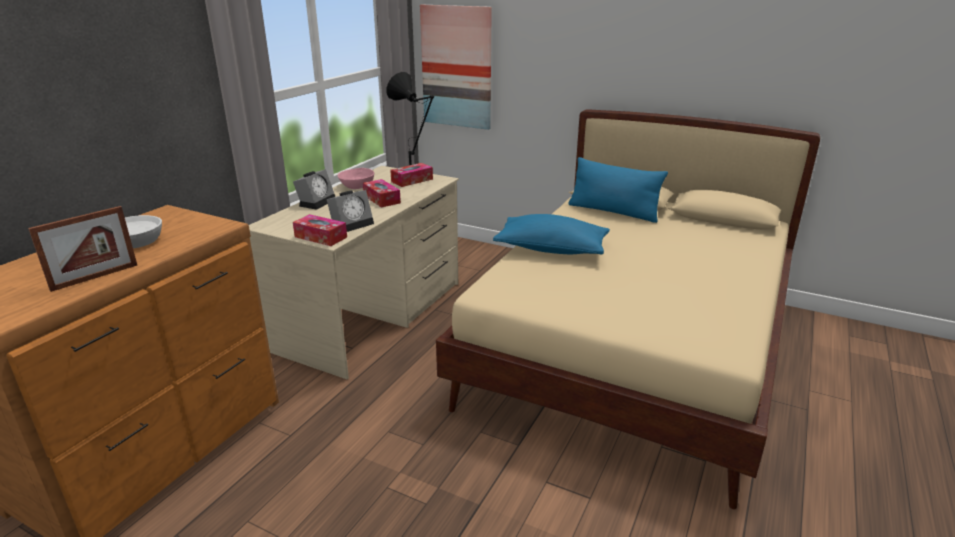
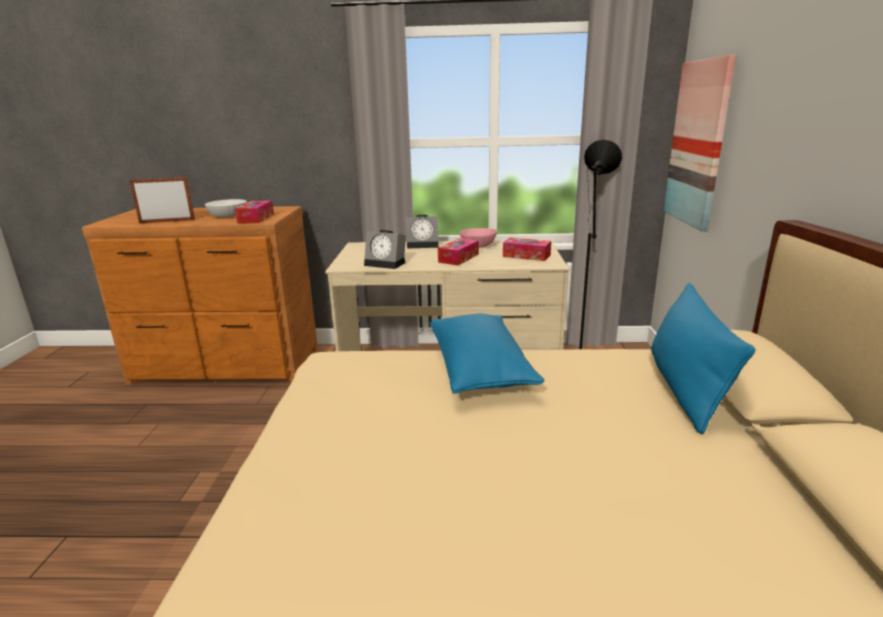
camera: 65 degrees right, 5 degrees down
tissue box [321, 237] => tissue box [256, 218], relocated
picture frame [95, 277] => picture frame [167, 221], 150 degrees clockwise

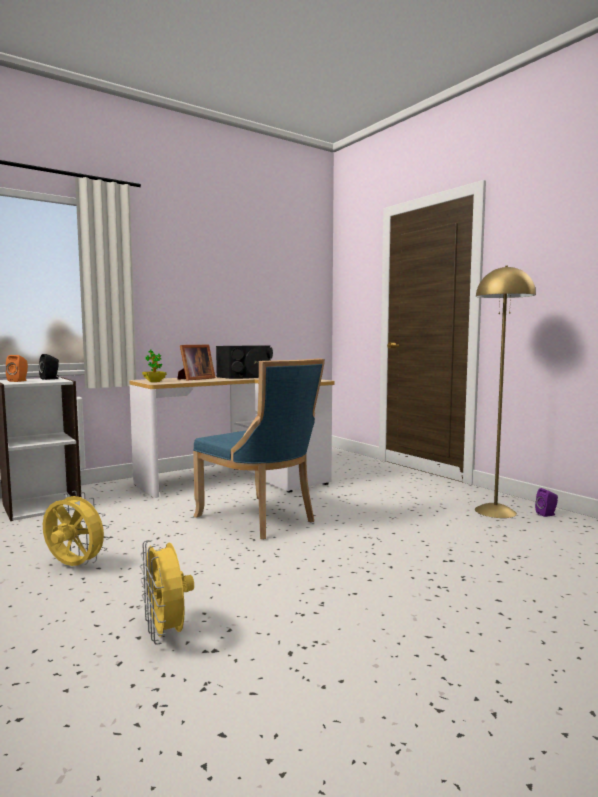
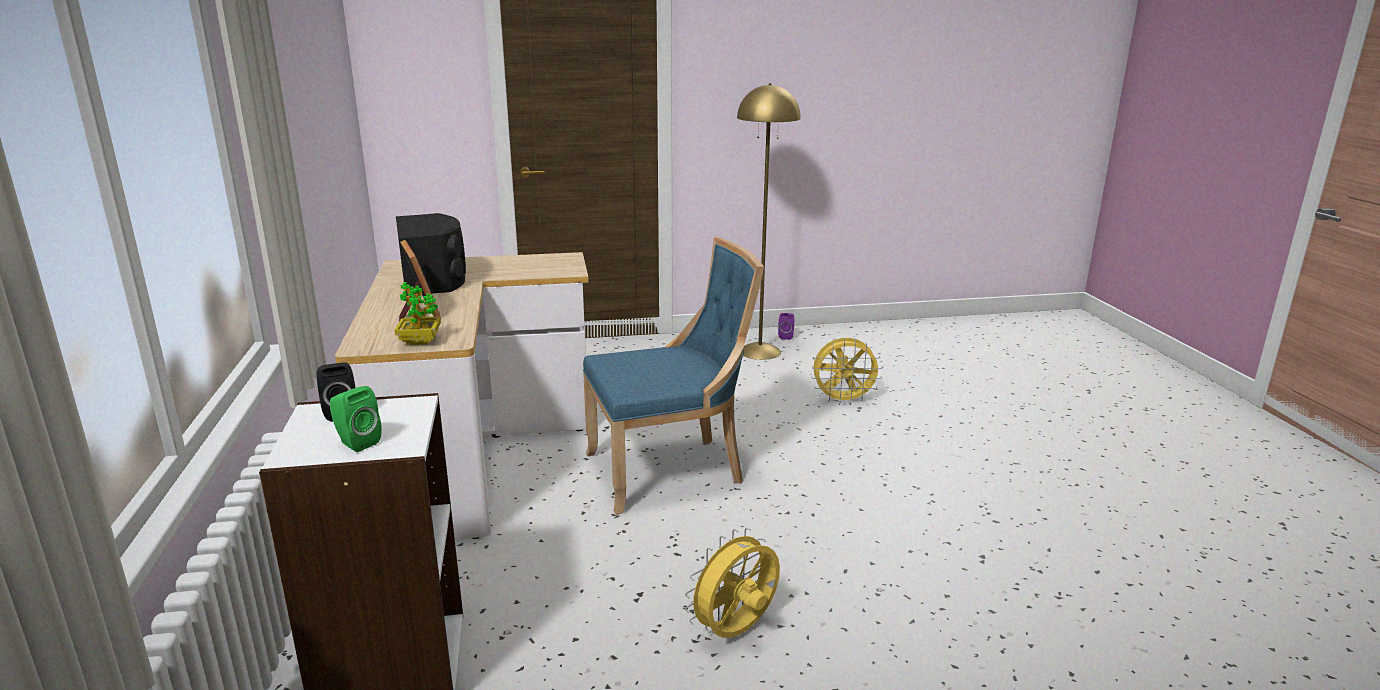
camera: 65 degrees left, 15 degrees up
yellow fan [166, 634] => yellow fan [843, 400], relocated
orange speaker [19, 381] => green speaker [356, 442]

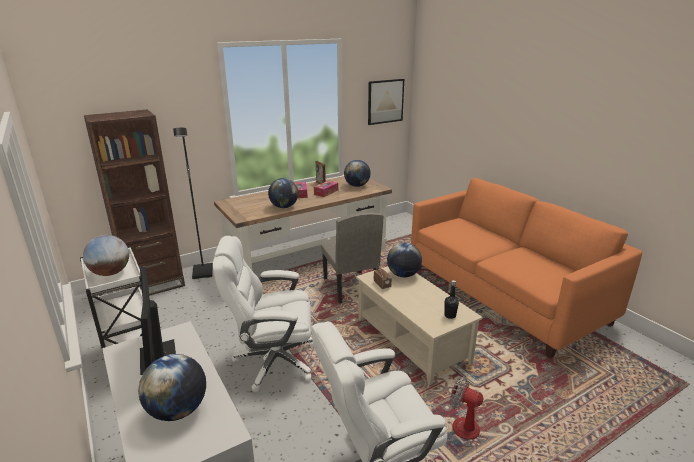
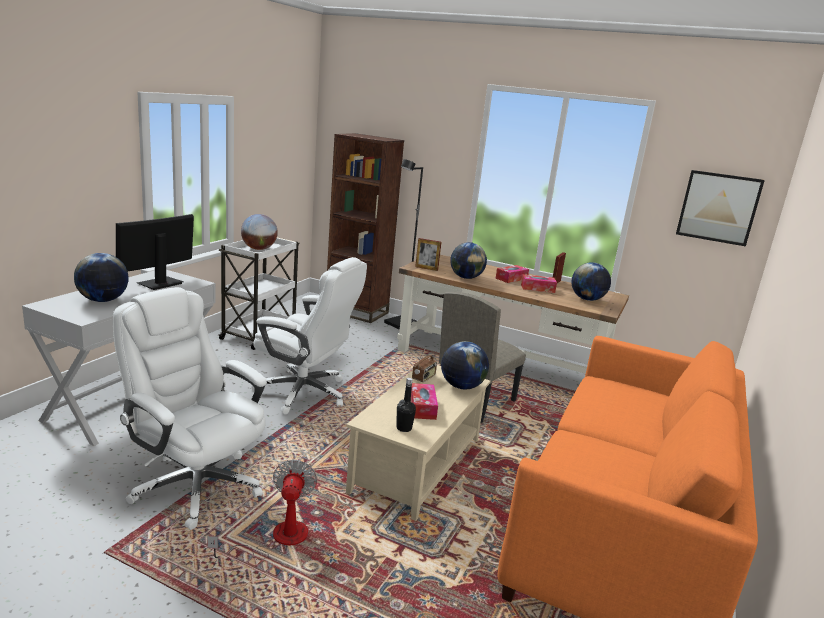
camera: 55 degrees right, 5 degrees down
nothing => tissue box [422, 407]
nothing => picture frame [426, 268]
white office chair [273, 361] => white office chair [304, 392], 150 degrees clockwise

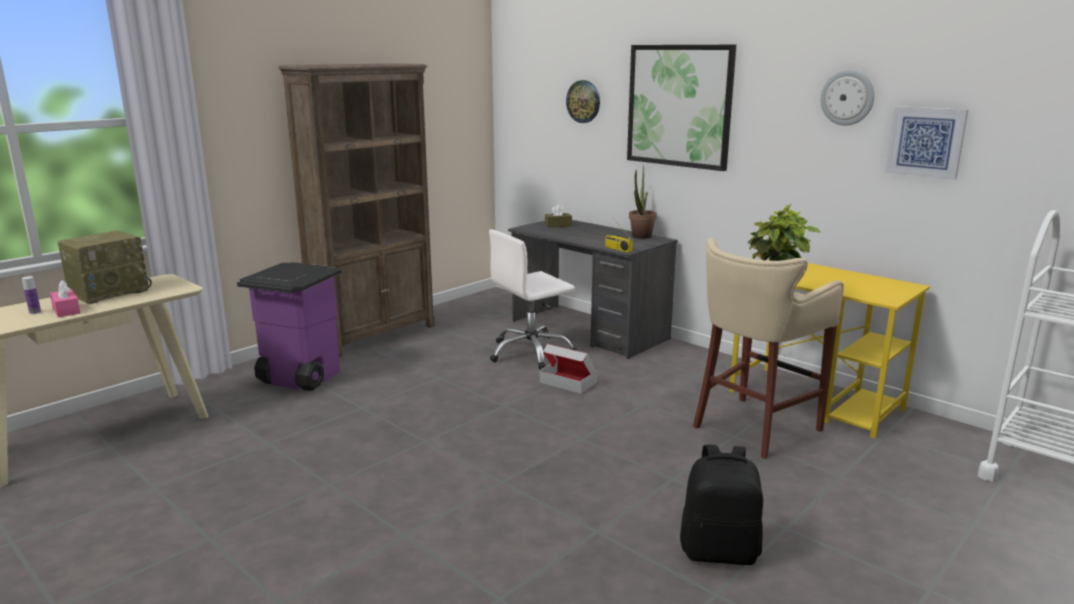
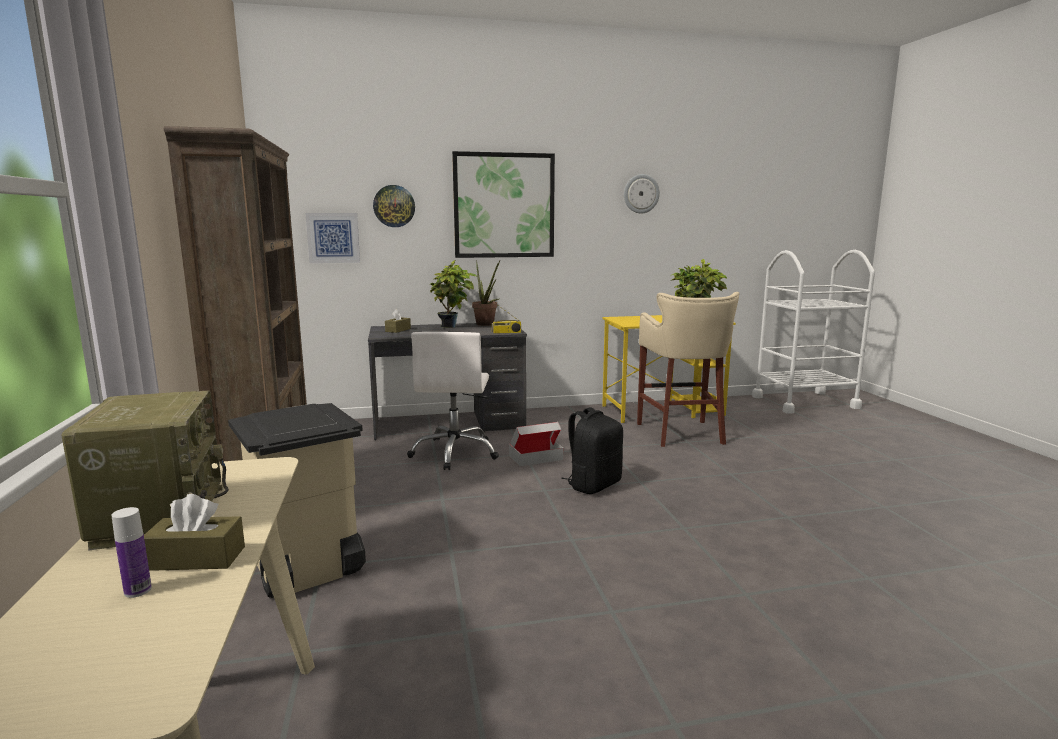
camera: 55 degrees left, 5 degrees down
nothing => potted plant [452, 327]
black backpack [719, 551] => black backpack [593, 485], relocated
picture [925, 142] => picture [333, 238], relocated
pink tissue box [66, 310] => brown tissue box [196, 558]
purple trash can [299, 378] => beige trash can [307, 571]

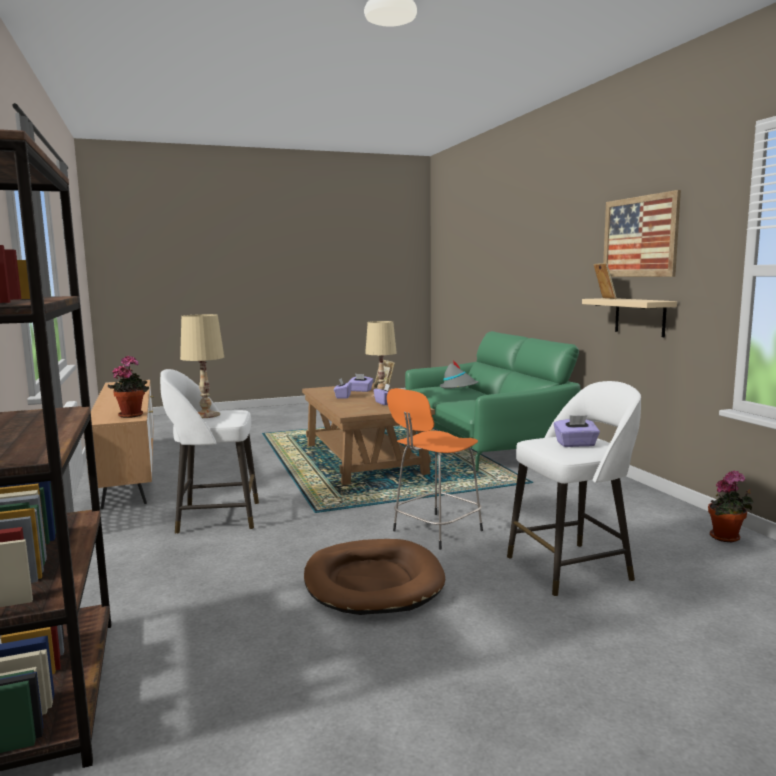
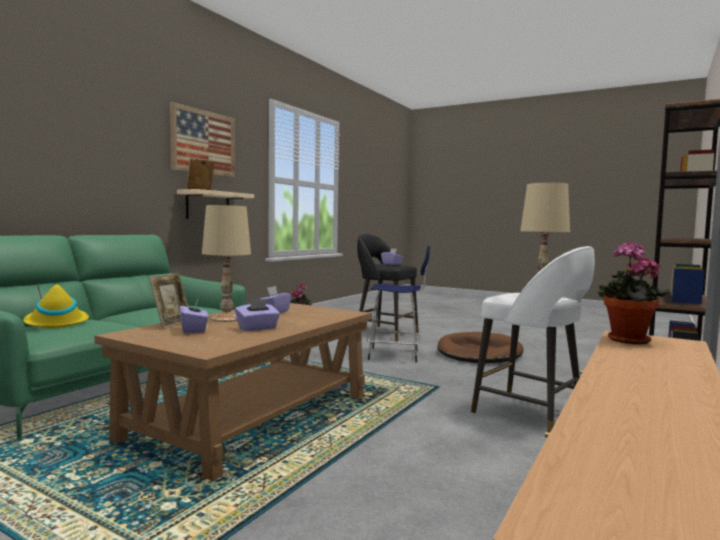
camera: 130 degrees left, 5 degrees down
orange stool [435, 531] => blue stool [396, 355]
grey hat [458, 387] => yellow hat [56, 322]
white stool [572, 568] => black stool [385, 333]

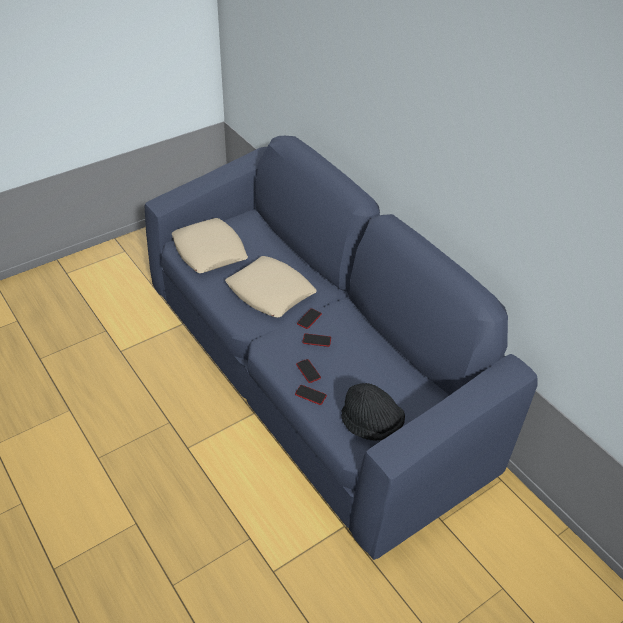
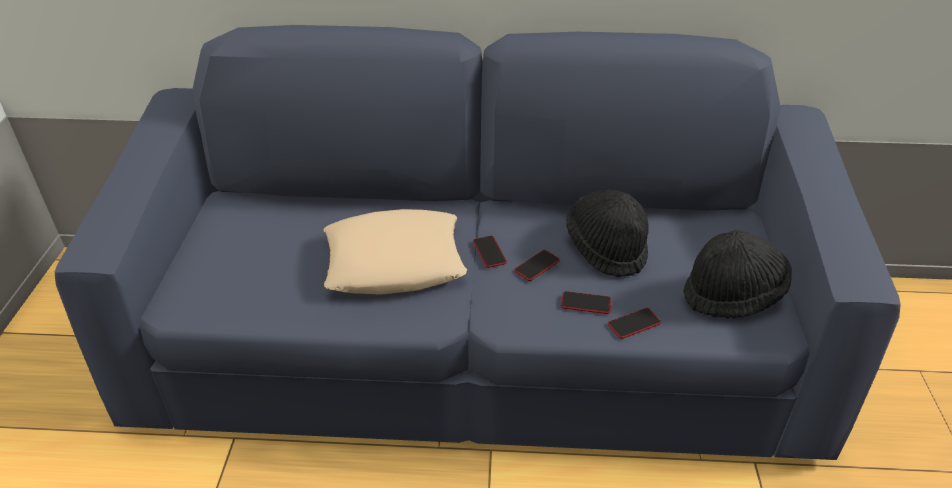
camera: 50 degrees left, 5 degrees down
beige pillow [209, 251] => nothing
nothing => black hat [606, 248]

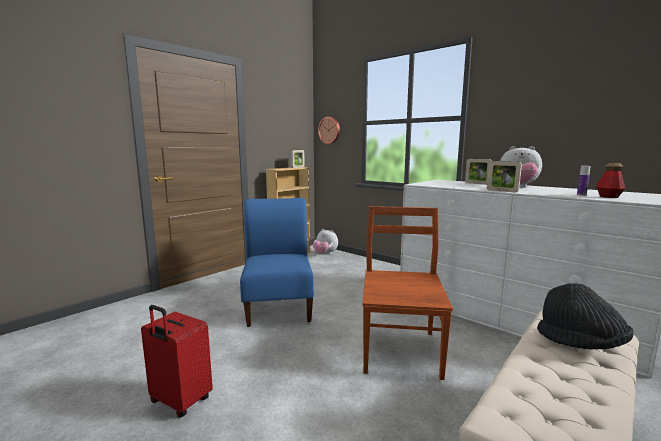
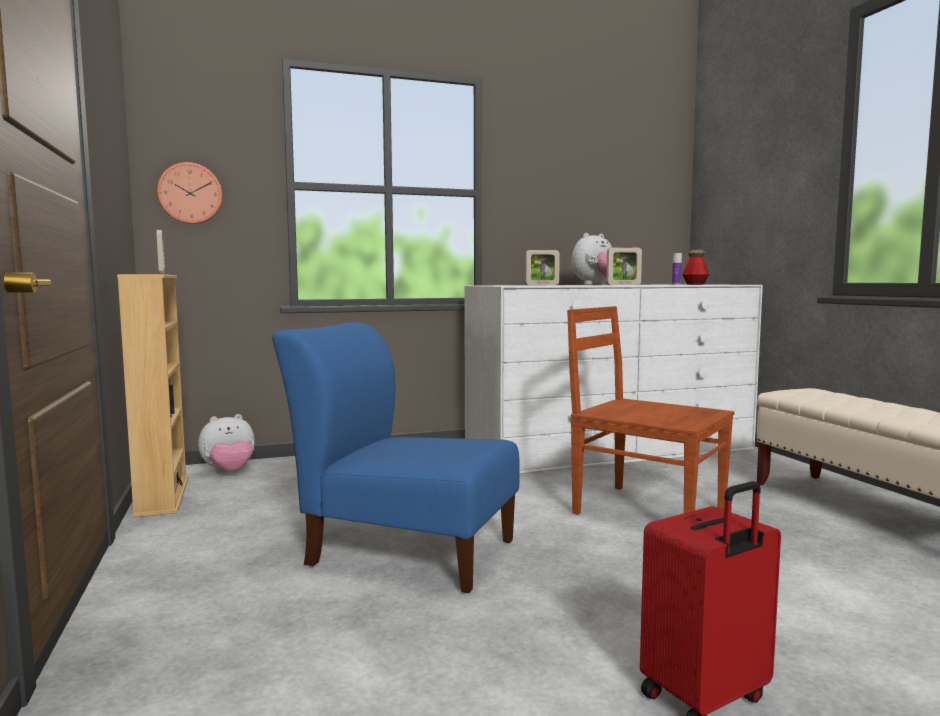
camera: 60 degrees left, 5 degrees down
black hat [580, 344] => nothing

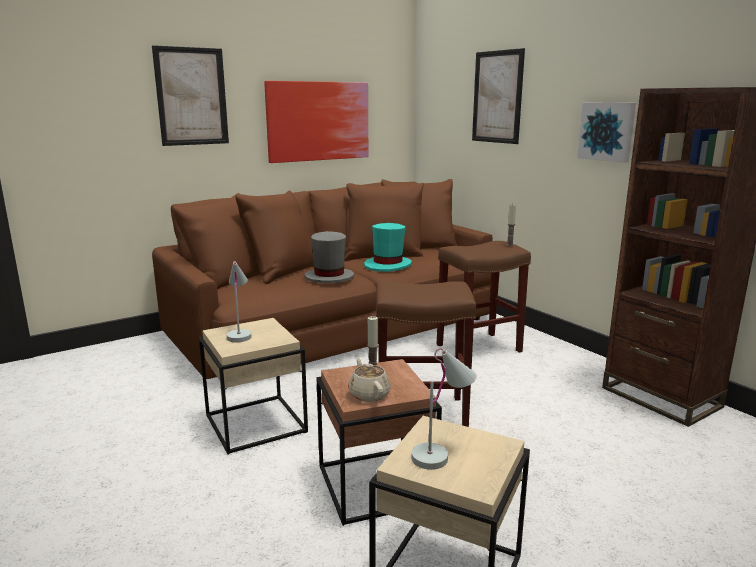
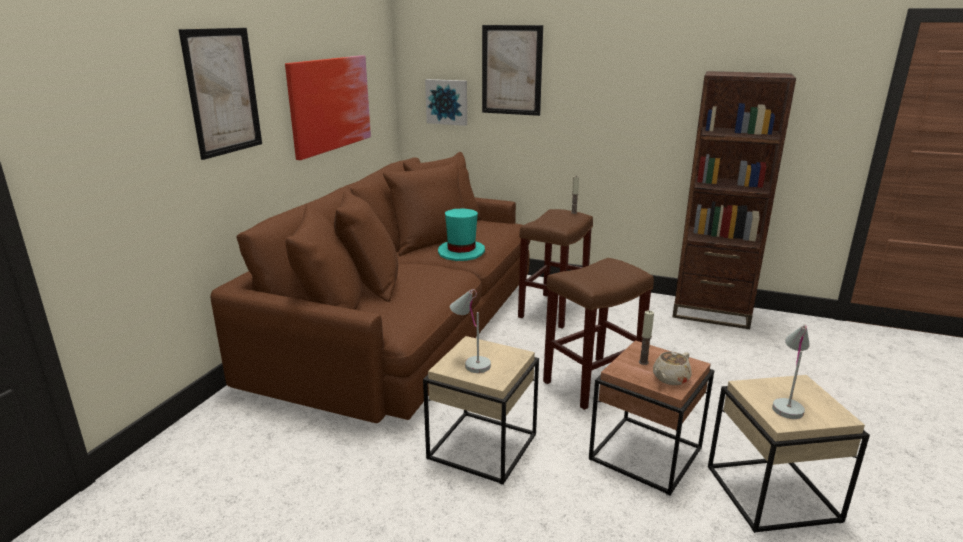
camera: 35 degrees left, 5 degrees up
grey hat [329, 277] => nothing
picture [607, 131] => picture [447, 102], relocated
beige teapot [369, 394] => beige teapot [670, 378], 75 degrees counterclockwise

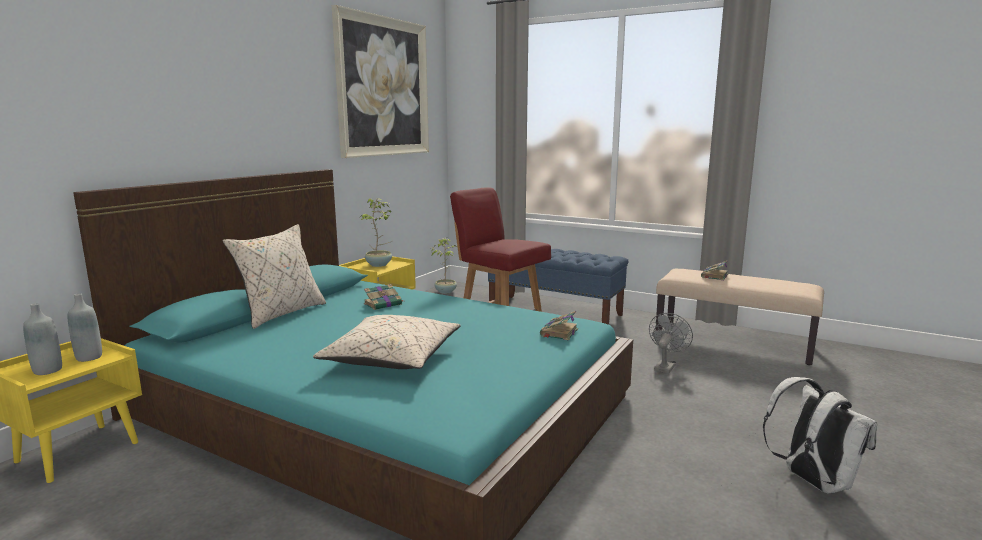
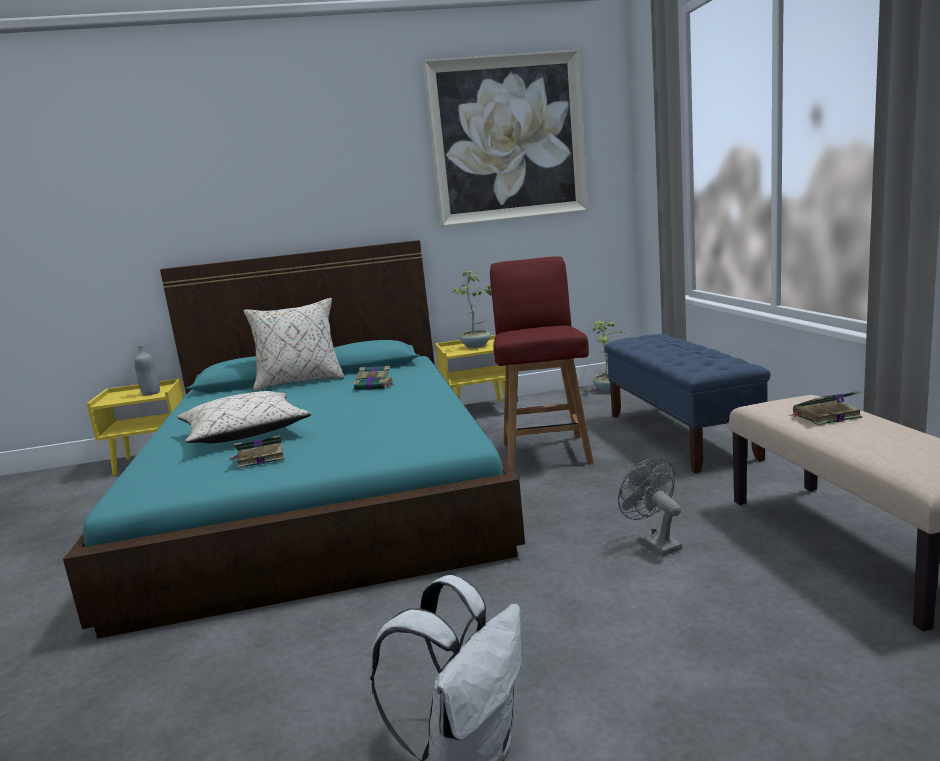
camera: 50 degrees right, 0 degrees up
grey bottle [47, 370] => nothing
book [559, 333] => book [259, 458], relocated
grey fan [665, 366] => grey fan [654, 542], 105 degrees counterclockwise

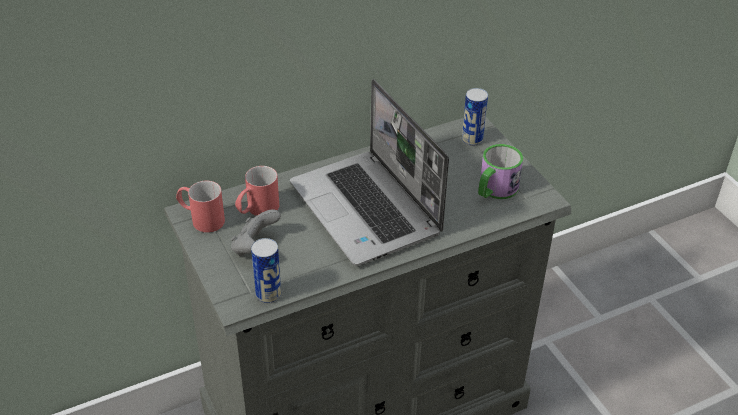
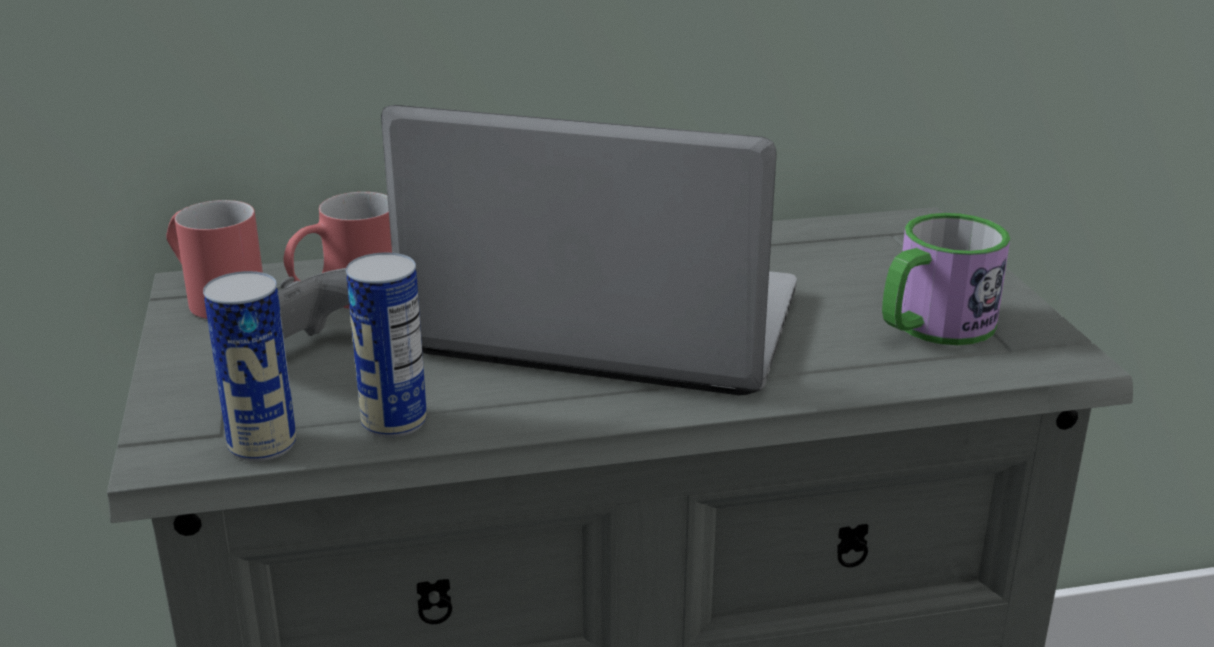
camera: 15 degrees right, 15 degrees down
can [472, 140] => can [394, 421], relocated
laptop [367, 210] => laptop [600, 326], 120 degrees clockwise

